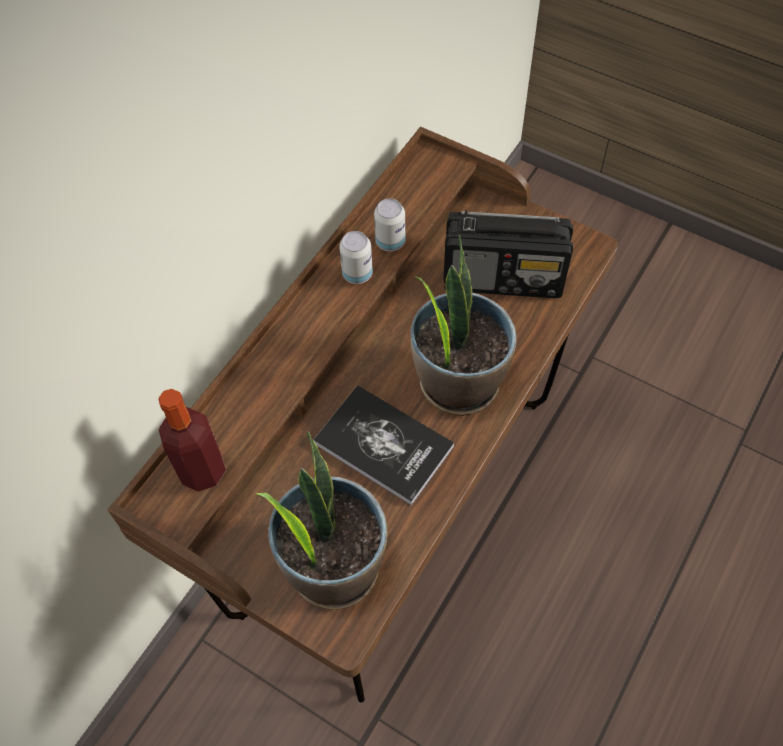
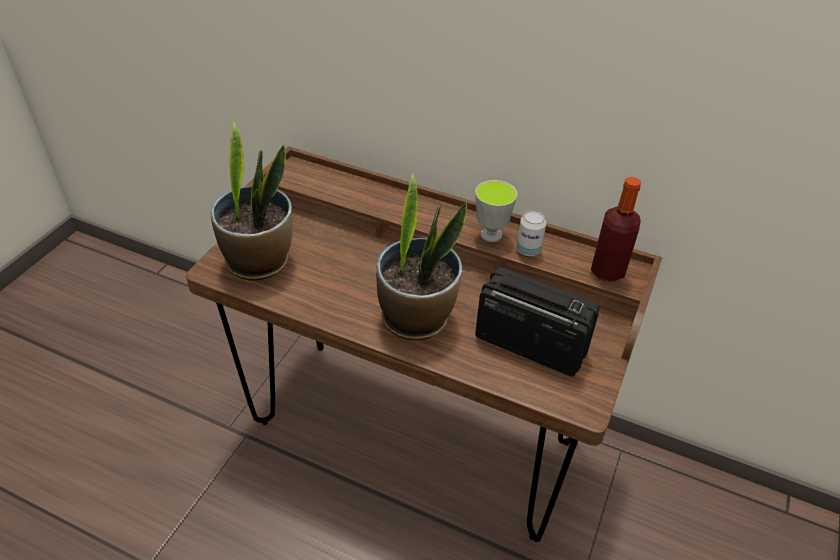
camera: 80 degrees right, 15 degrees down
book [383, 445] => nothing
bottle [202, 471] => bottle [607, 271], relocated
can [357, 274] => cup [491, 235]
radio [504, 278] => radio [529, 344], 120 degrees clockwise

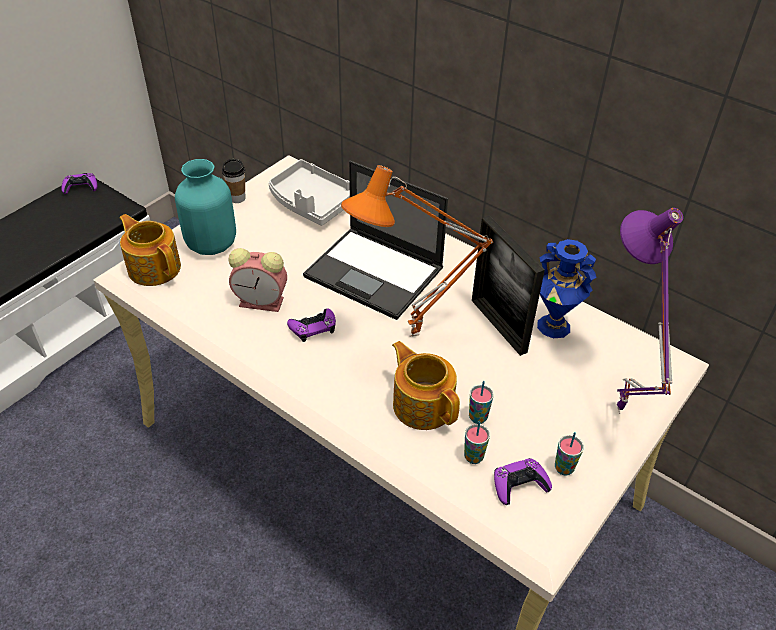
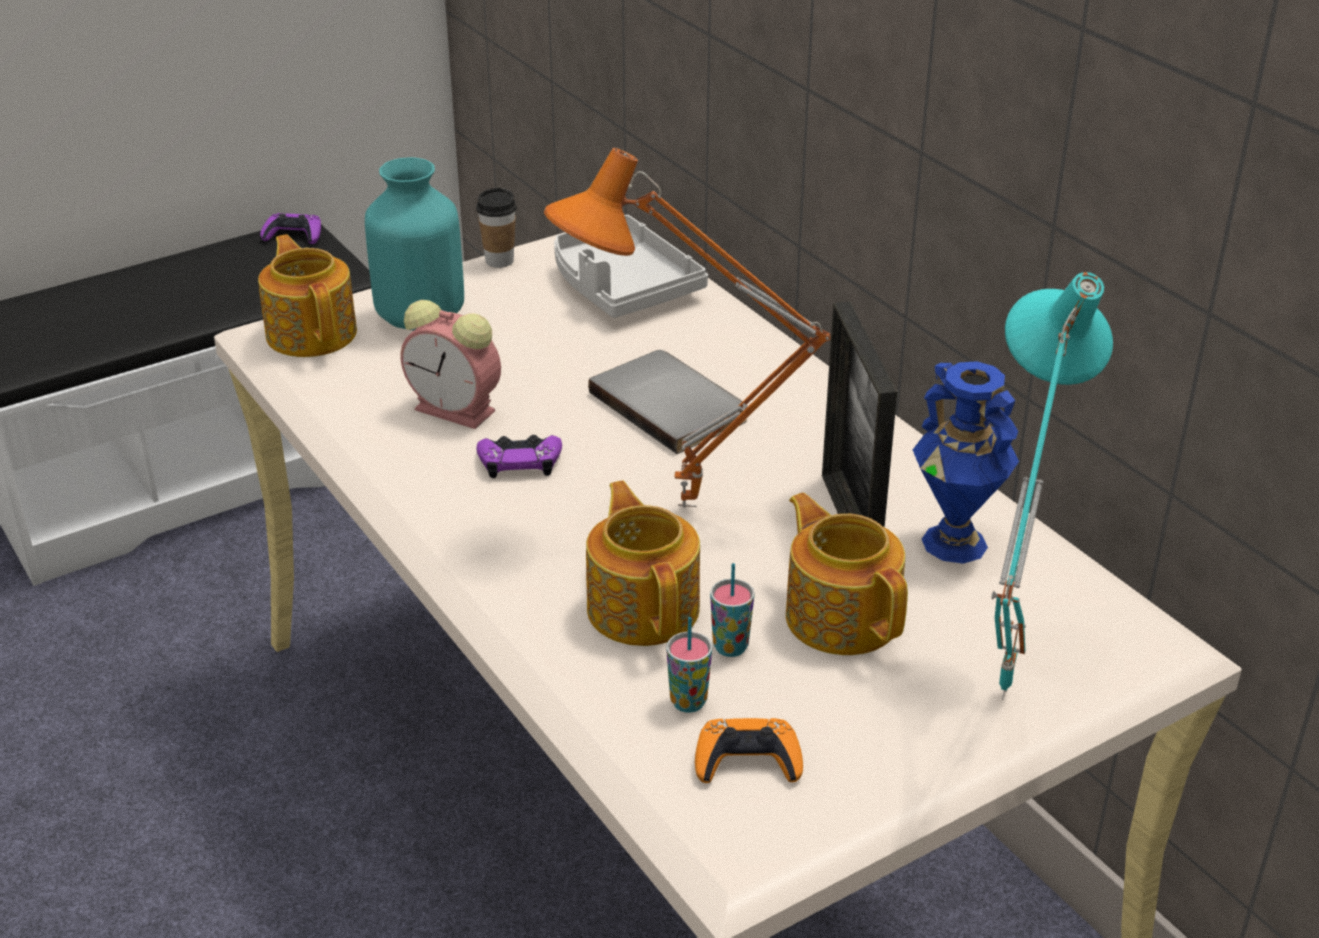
camera: 20 degrees right, 10 degrees down
cup [564, 468] => nothing
nothing => teapot [841, 616]
laptop [375, 273] => grey book [672, 405]
purple game controller [519, 485] => orange game controller [747, 761]
purple table lamp [614, 410] => turquoise table lamp [995, 691]

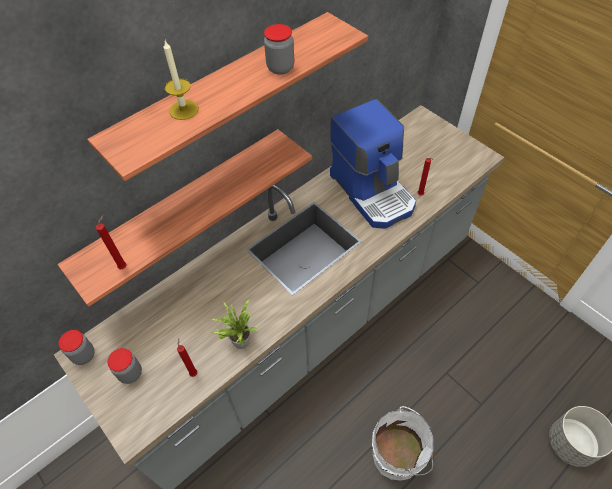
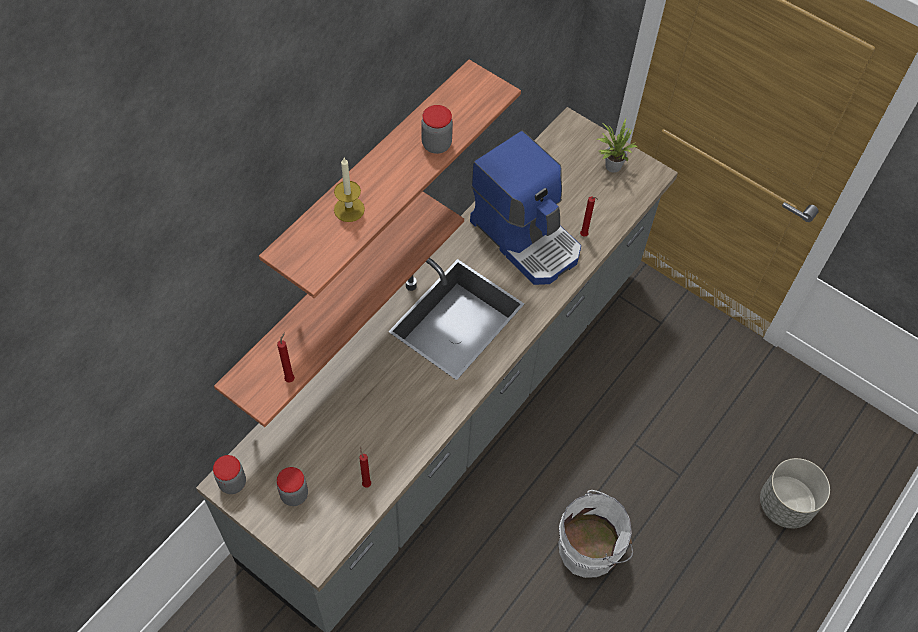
camera: 15 degrees left, 5 degrees up
potted plant [239, 340] => potted plant [611, 165], relocated

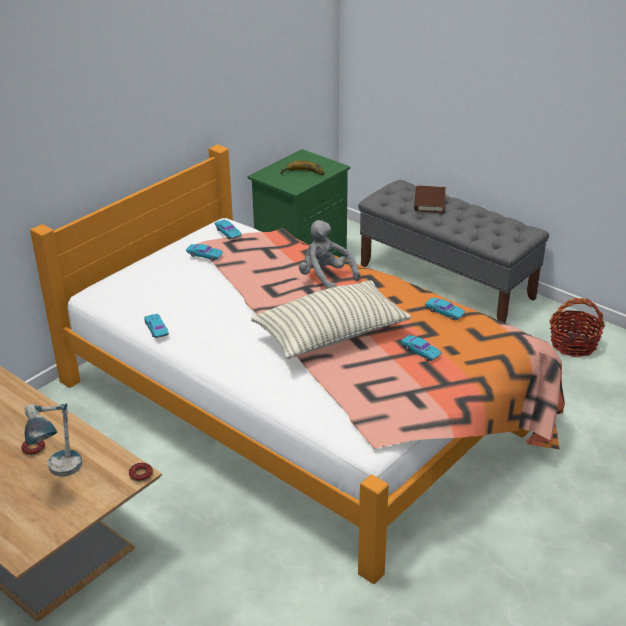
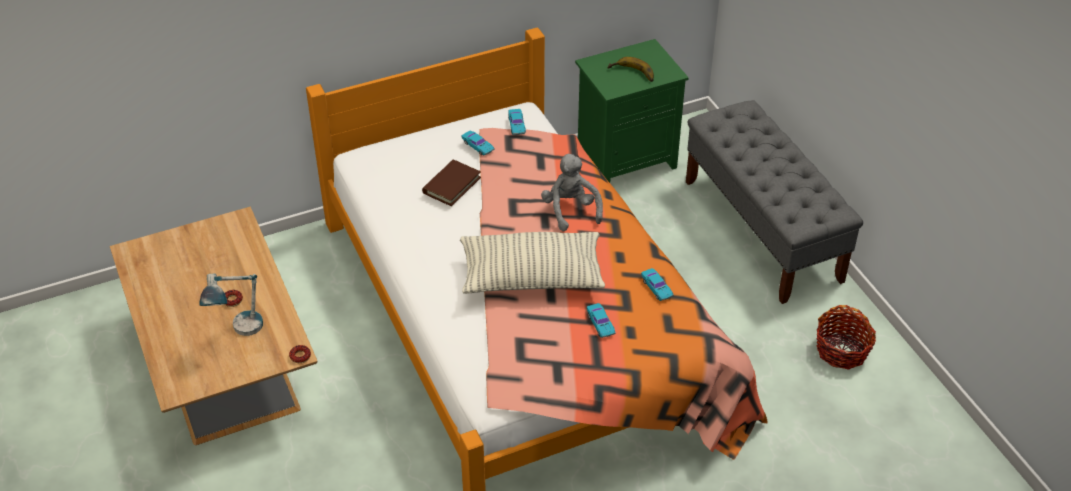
camera: 25 degrees right, 10 degrees up
turquoise toy car [156, 329] => nothing
brown book [429, 202] => brown book [451, 185], relocated

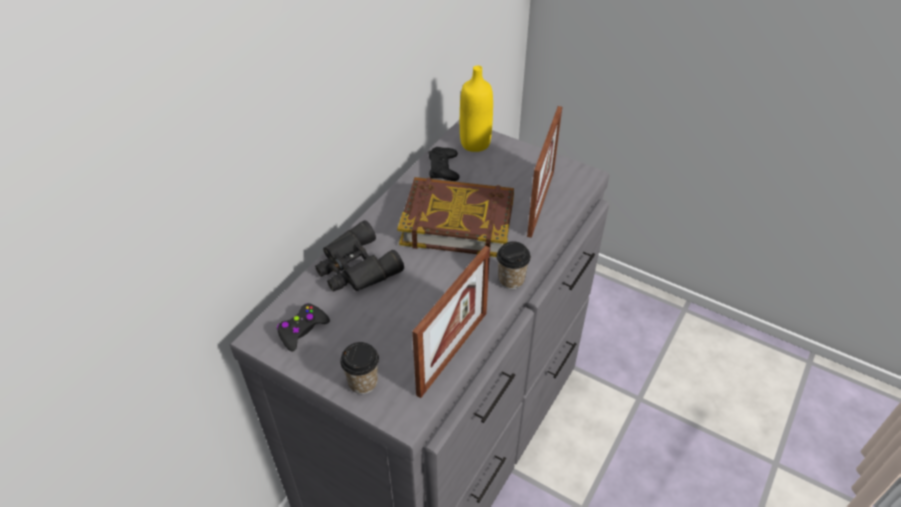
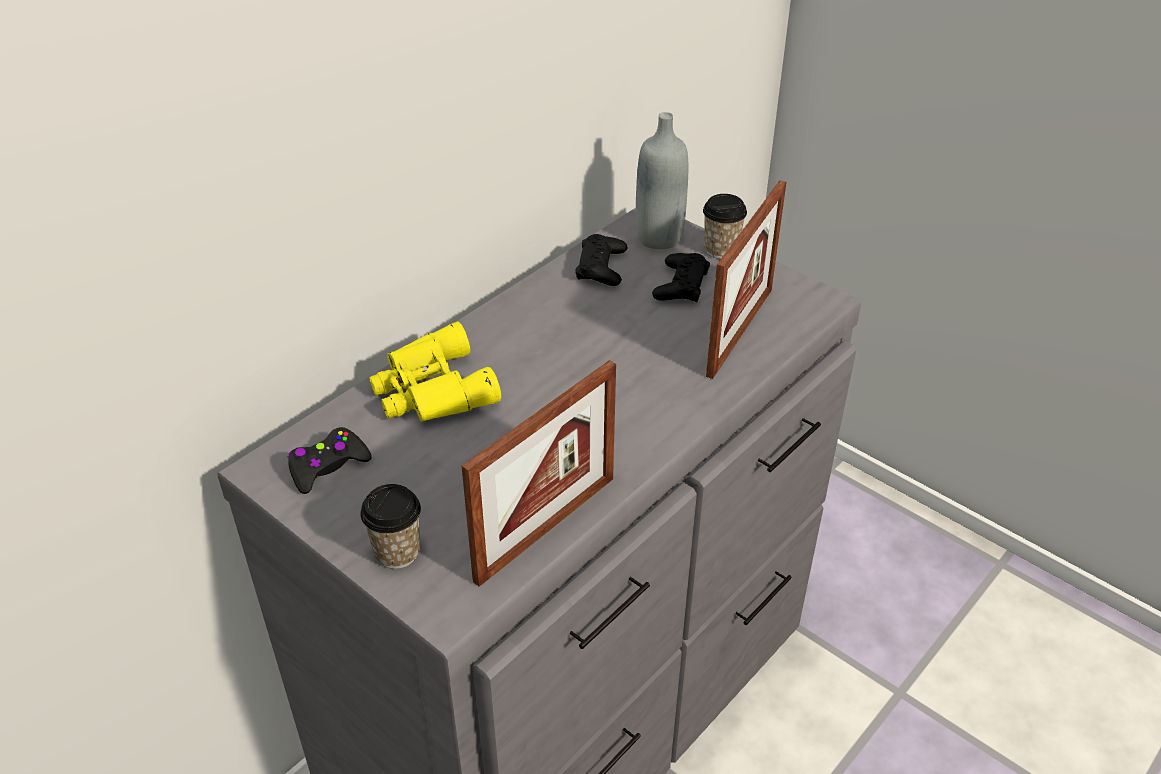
camera: 10 degrees right, 5 degrees down
book [458, 222] => nothing
nothing => black game controller [681, 284]
cup [511, 280] => cup [721, 249], relocated
black binoculars [355, 268] => yellow binoculars [430, 390]
yellow bottle [475, 143] => grey bottle [659, 237]

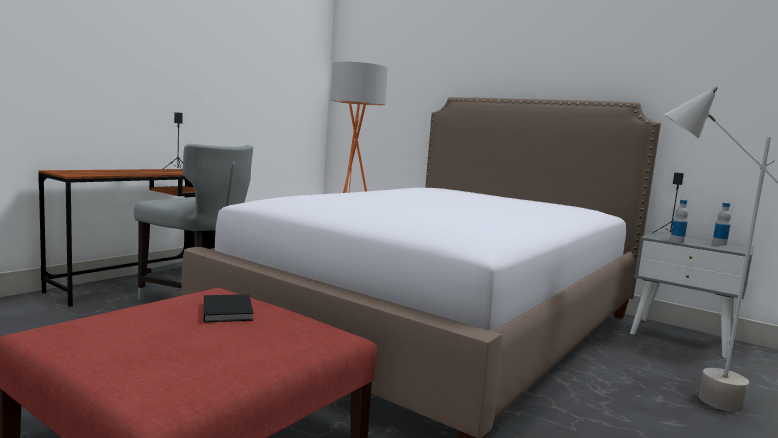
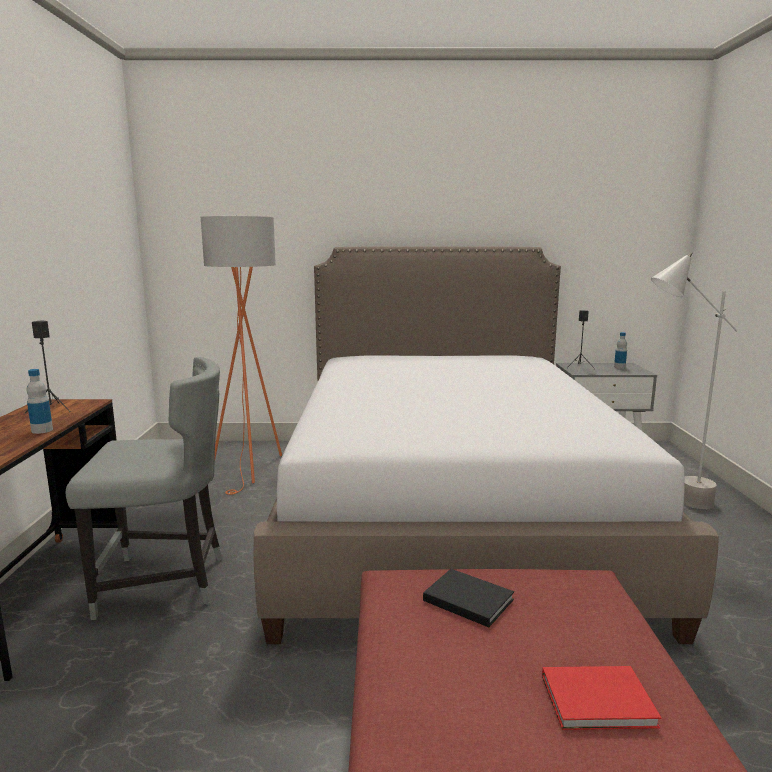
camera: 35 degrees left, 5 degrees up
nothing => red book [601, 702]
bottle [677, 241] => bottle [42, 430], relocated

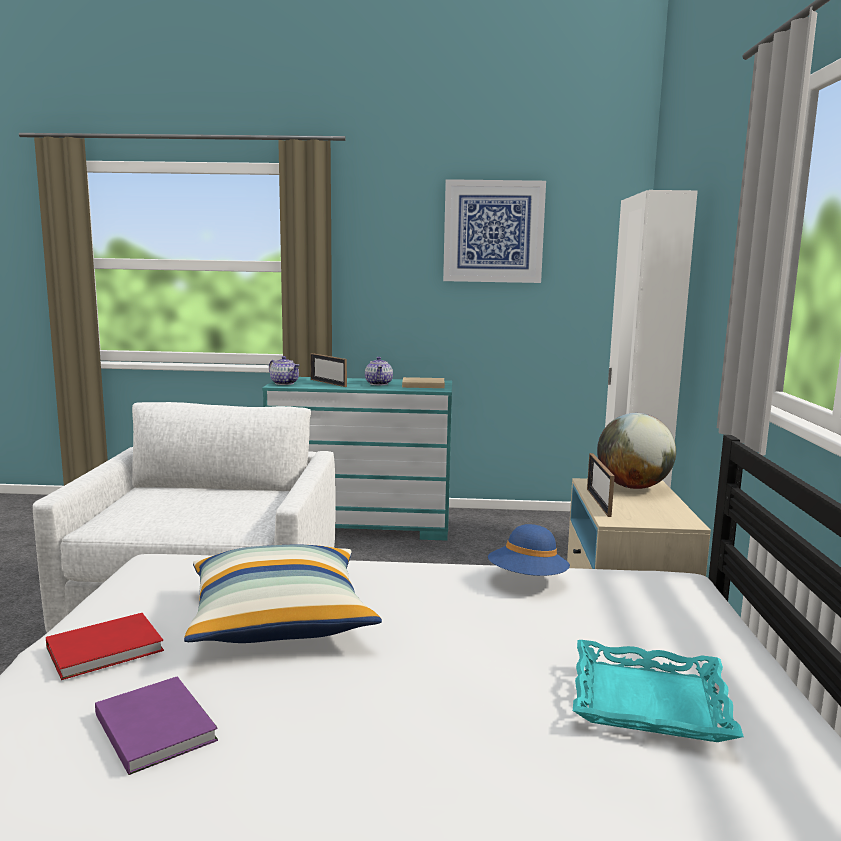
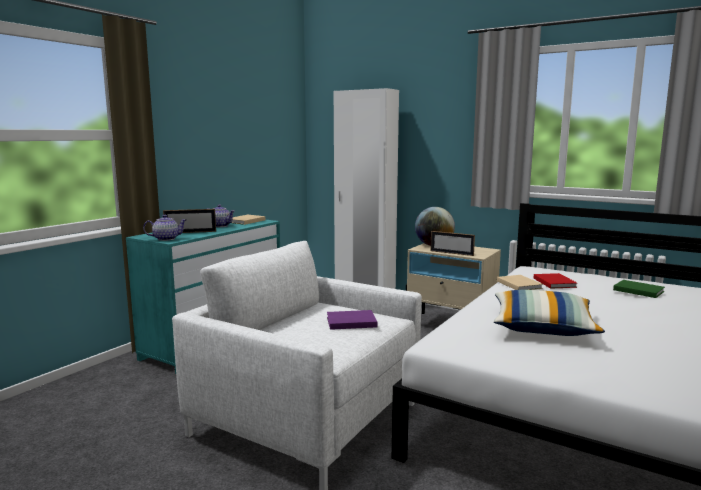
camera: 60 degrees left, 0 degrees up
picture [493, 231] => nothing
red book [108, 649] => red book [554, 282], relocated
purple book [156, 725] => purple book [350, 322], relocated
blue hat [527, 580] => beige book [519, 284]
turquoise tray [650, 700] => green book [637, 290]

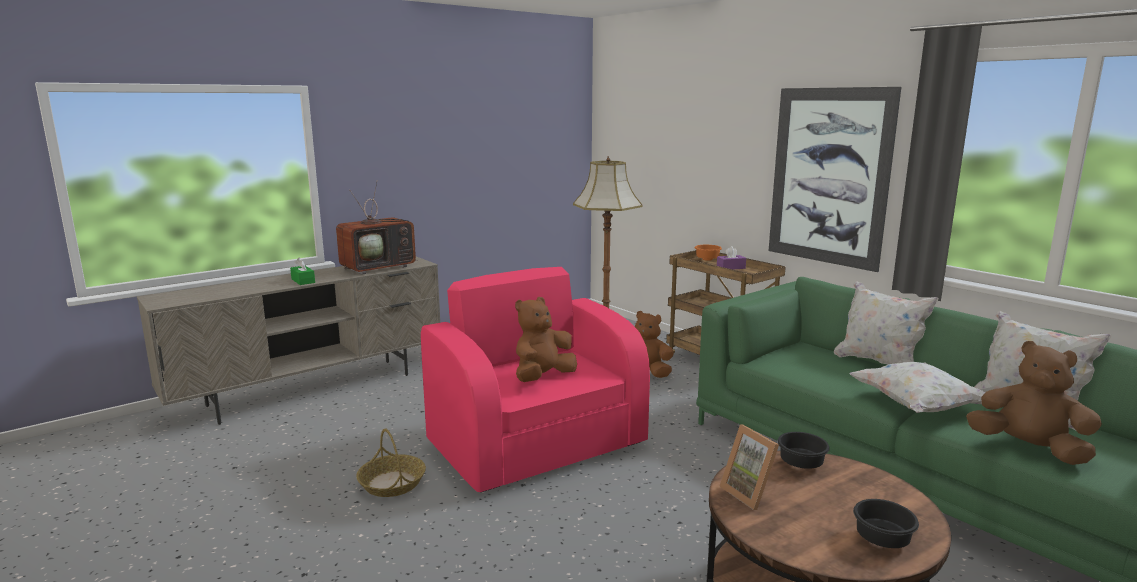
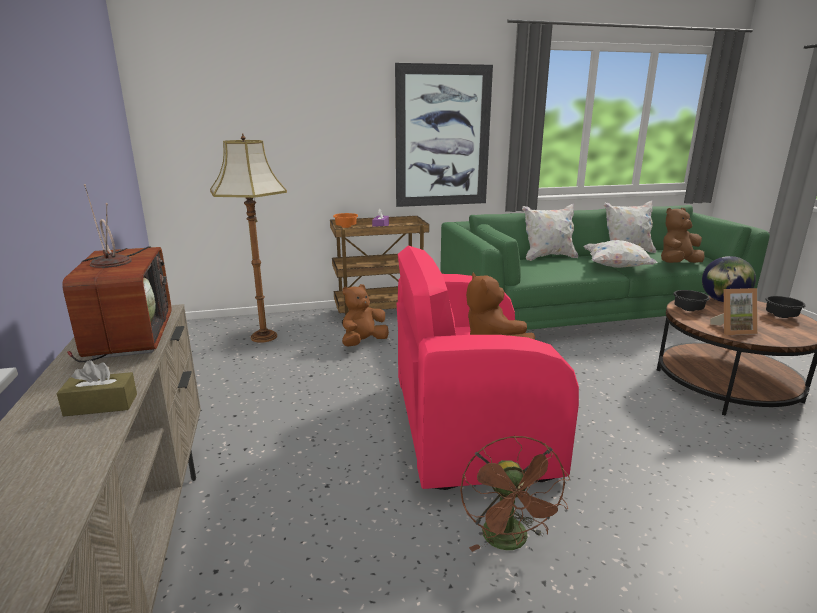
camera: 65 degrees left, 5 degrees up
nothing => globe [723, 301]
basket [392, 483] => brown fan [509, 542]
green tissue box [303, 281] => brown tissue box [101, 405]

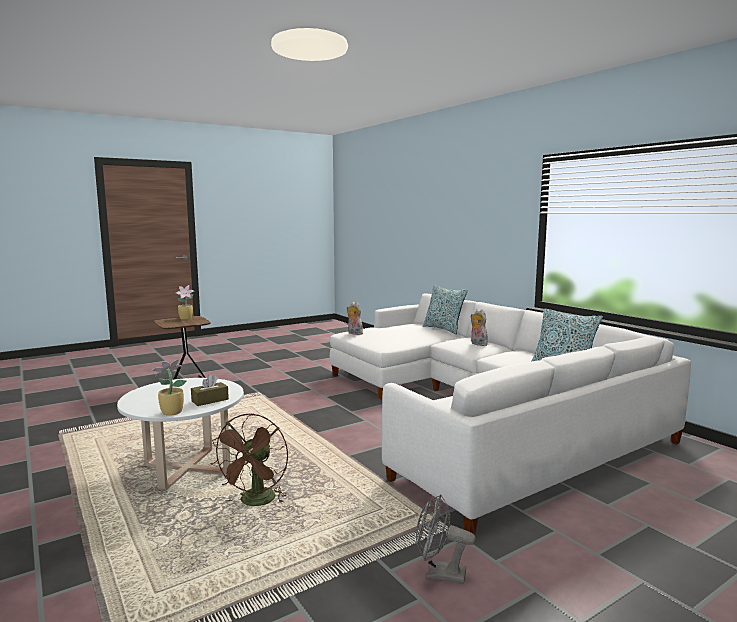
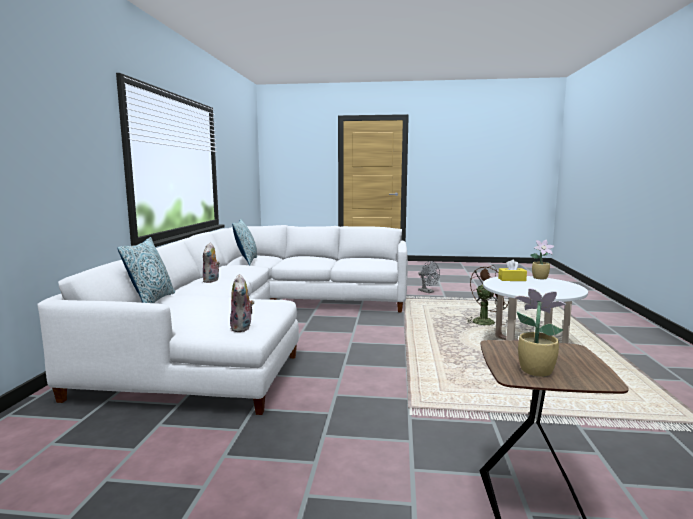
camera: 140 degrees left, 0 degrees up
brown tissue box [210, 400] => yellow tissue box [512, 279]

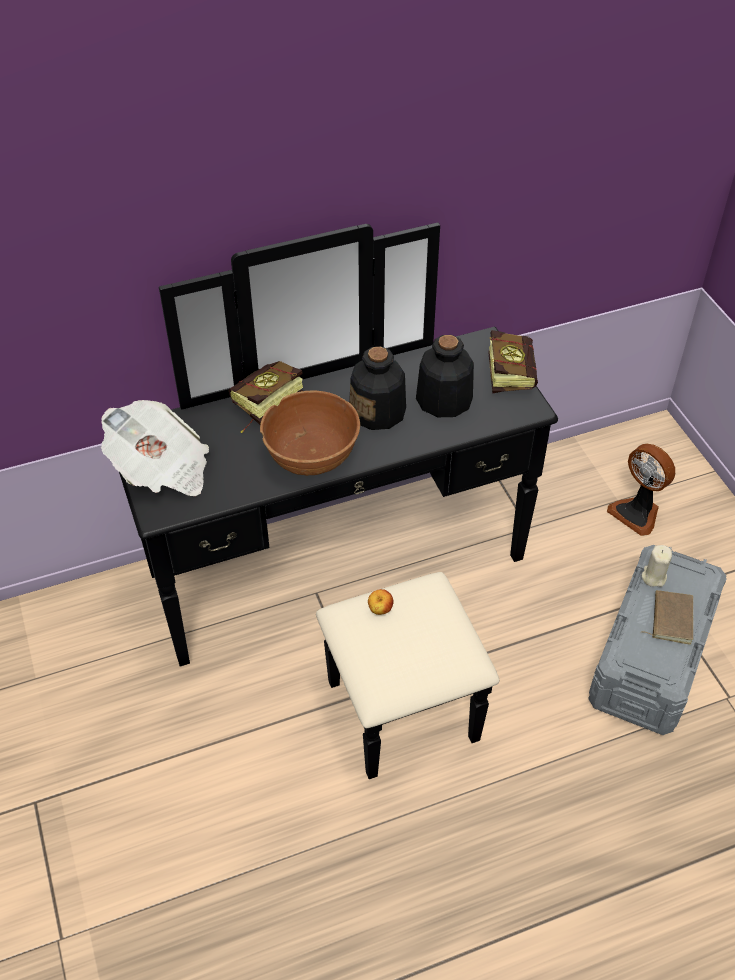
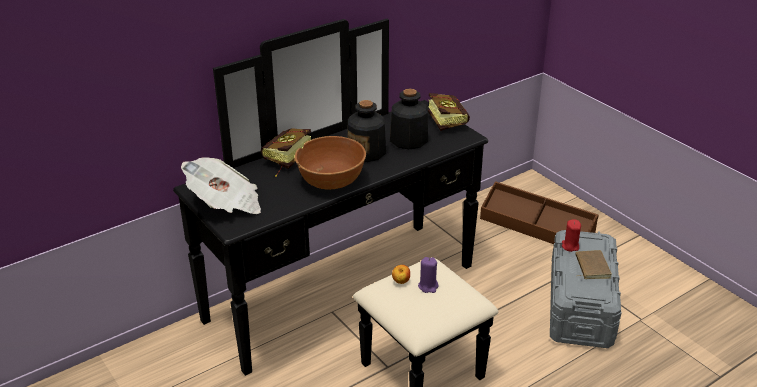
camera: 15 degrees left, 15 degrees down
nothing => purple candle [428, 286]
fan [637, 512] => brown storage box [536, 227]
beige candle [653, 576] => red candle [570, 246]

